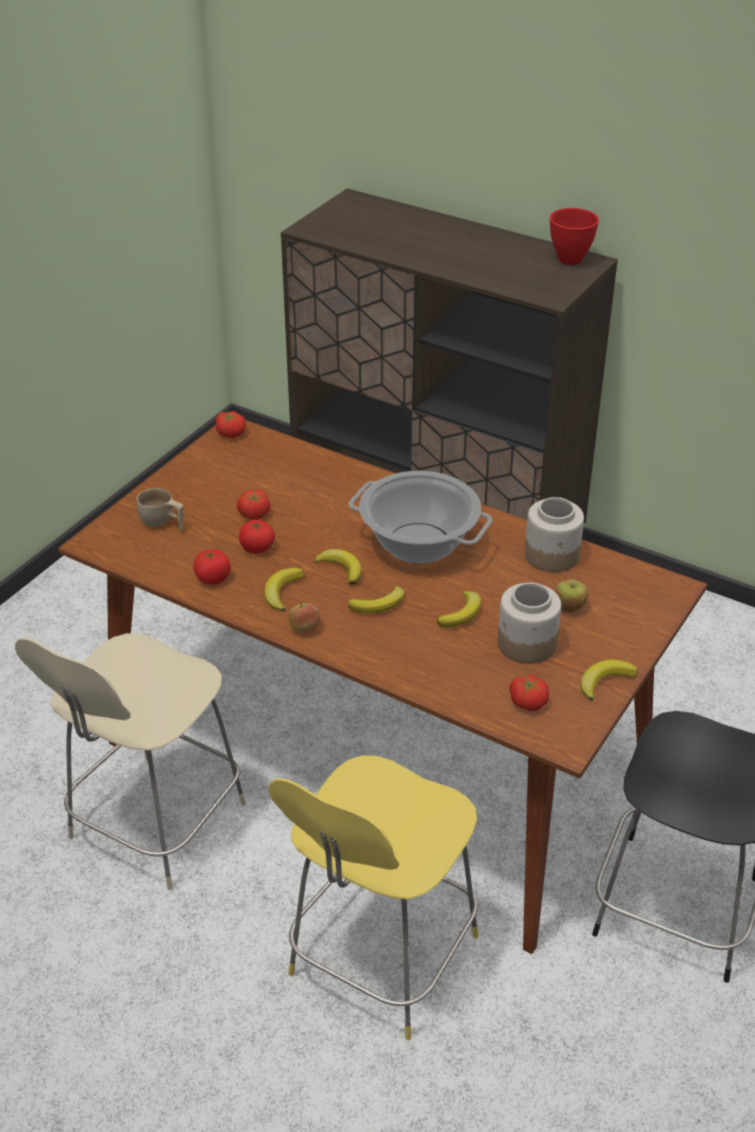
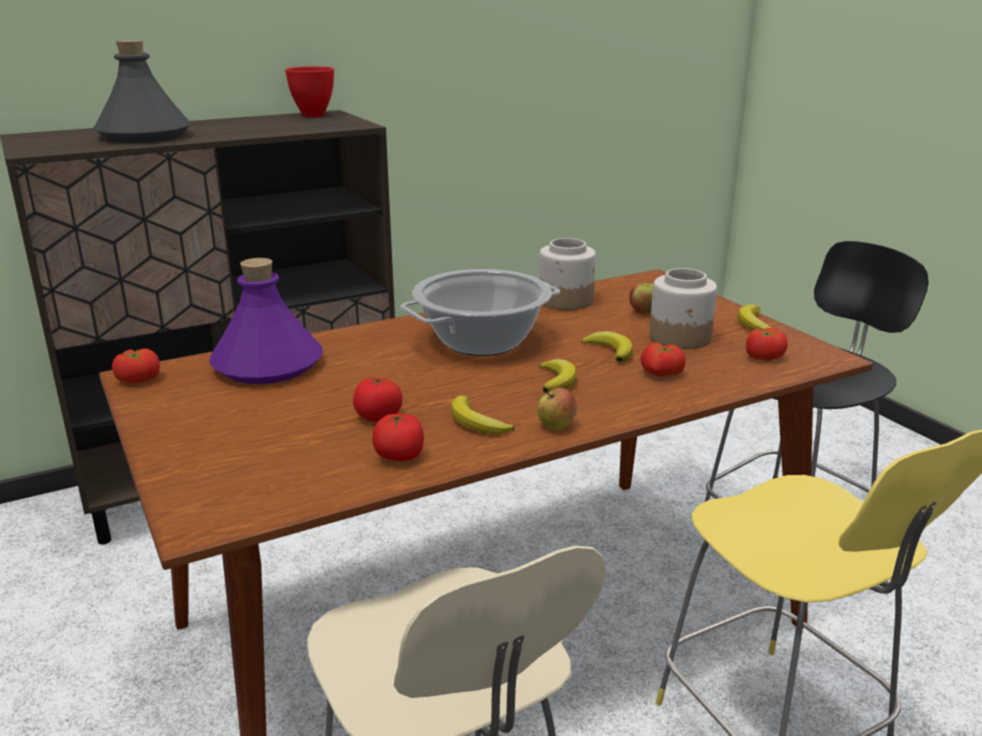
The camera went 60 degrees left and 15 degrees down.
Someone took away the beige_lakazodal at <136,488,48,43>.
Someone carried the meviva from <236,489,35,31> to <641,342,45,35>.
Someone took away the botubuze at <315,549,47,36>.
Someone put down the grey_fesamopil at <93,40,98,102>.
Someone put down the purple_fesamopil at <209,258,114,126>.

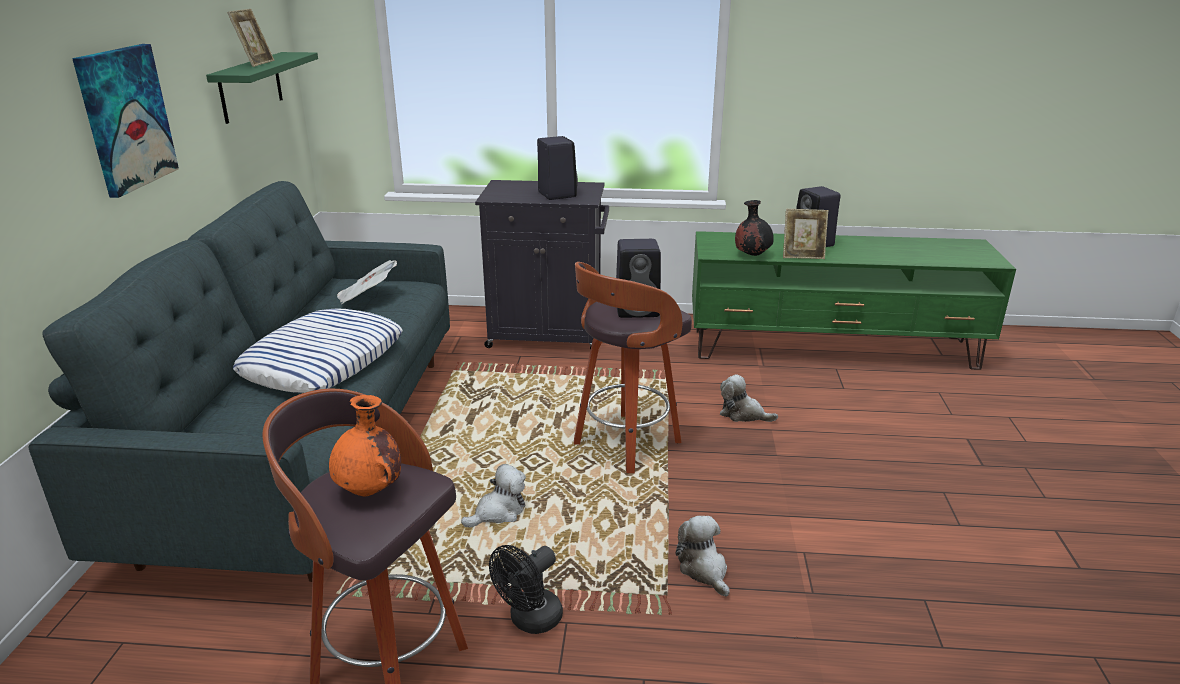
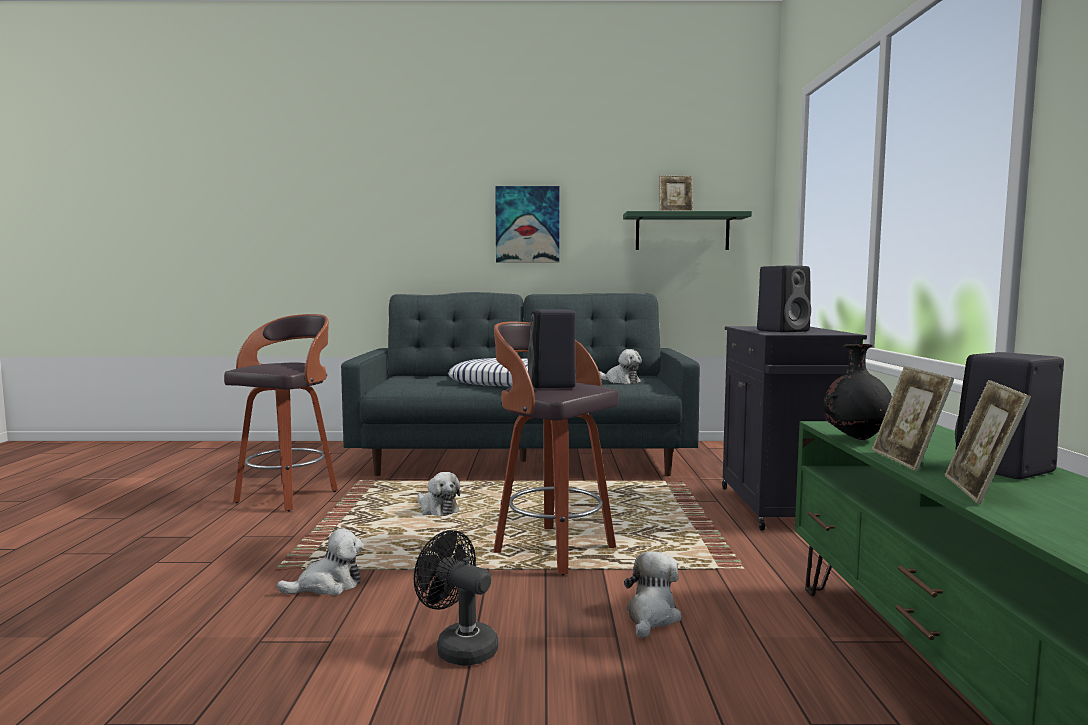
The camera went 85 degrees right and 20 degrees down.
Someone took away the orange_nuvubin at <329,395,72,102>.
Someone swapped the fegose at <337,260,60,44> for the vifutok at <599,349,43,35>.
Someone carried the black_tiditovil from <489,545,74,89> to <414,530,84,136>.
Someone put down the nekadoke at <945,380,86,124>.

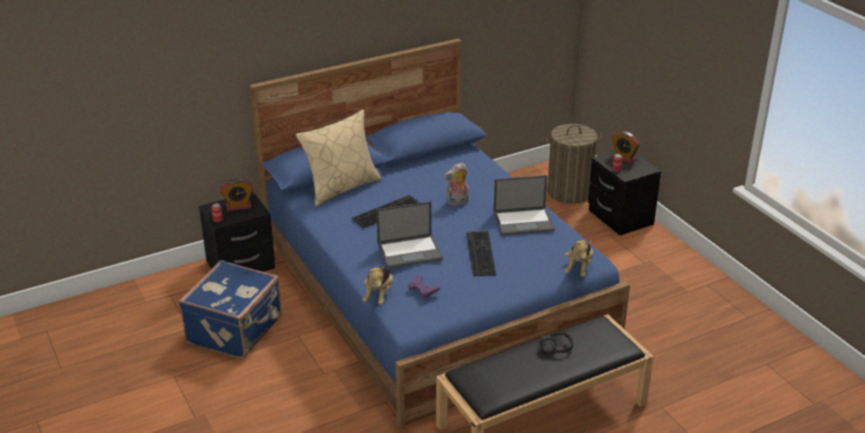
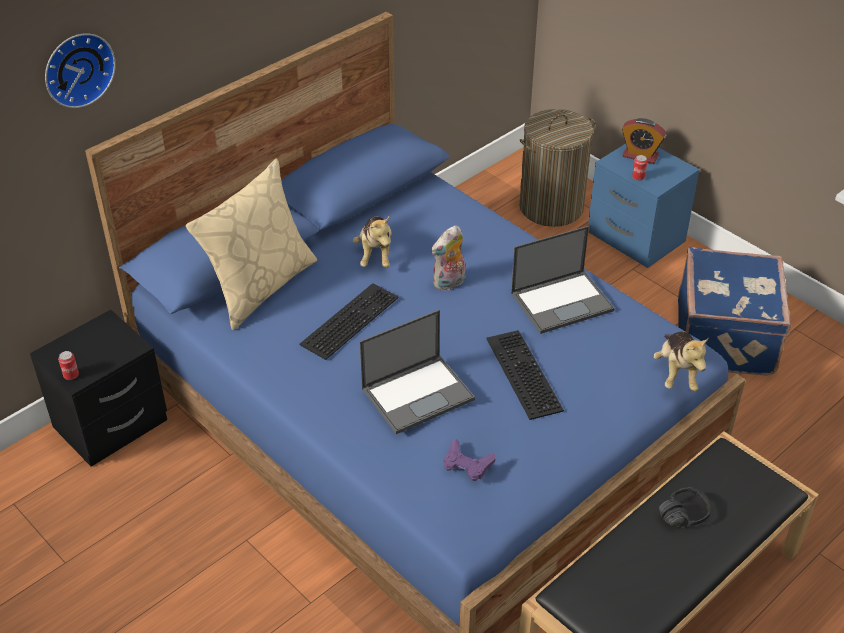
The camera went 15 degrees left and 10 degrees up.
Someone carried the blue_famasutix from <179,260,103,99> to <678,247,113,129>.
Someone took away the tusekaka at <220,179,33,32>.
Someone carried the vifutok from <362,266,31,39> to <353,215,38,53>.
Someone repainted the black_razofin at <588,151,73,84>, which became the blue_razofin at <588,144,112,124>.
Someone put up the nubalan at <45,33,71,75>.

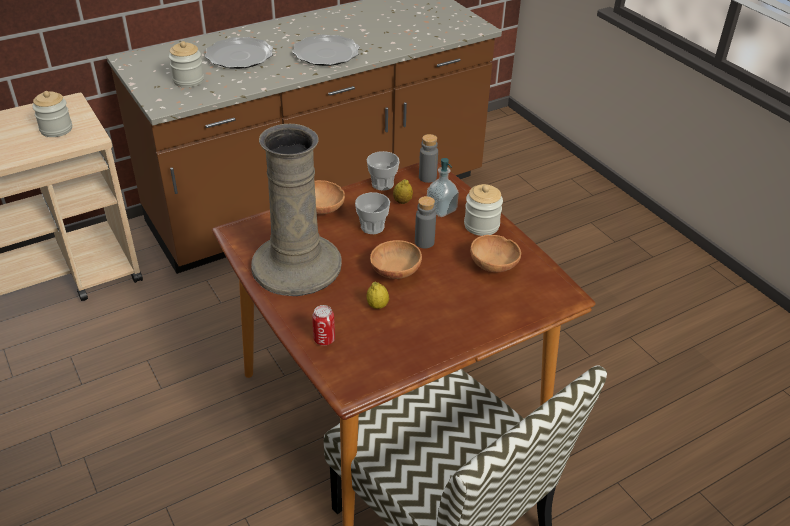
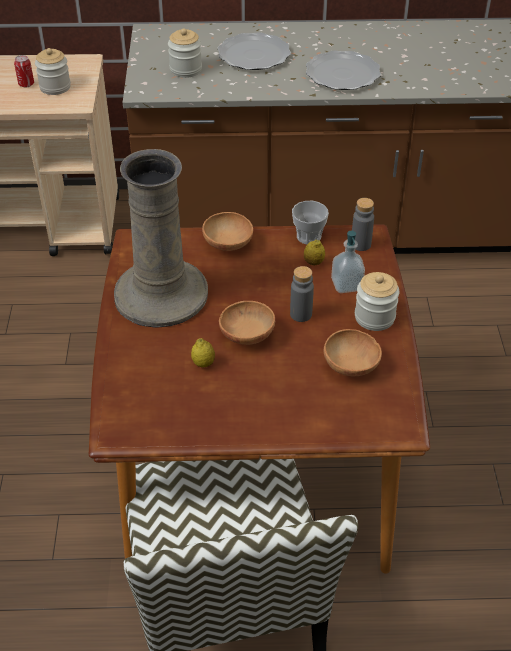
The camera went 30 degrees right and 5 degrees up.
Someone carried the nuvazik from <312,305,23,41> to <14,55,20,33>.
Someone took away the lakazodal at <355,192,35,42>.

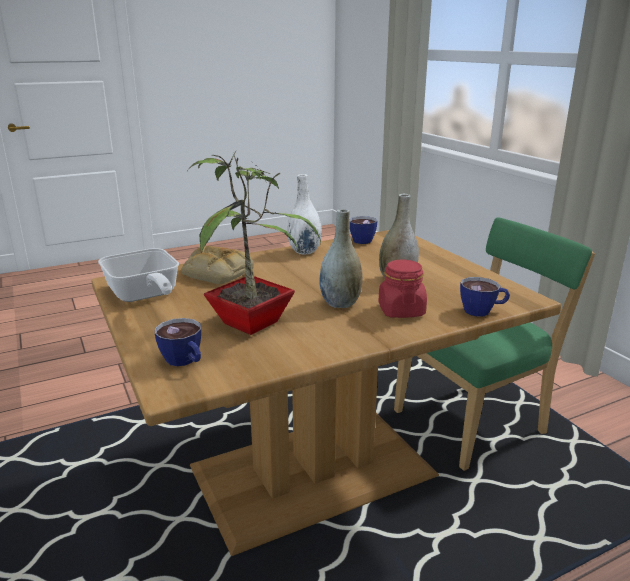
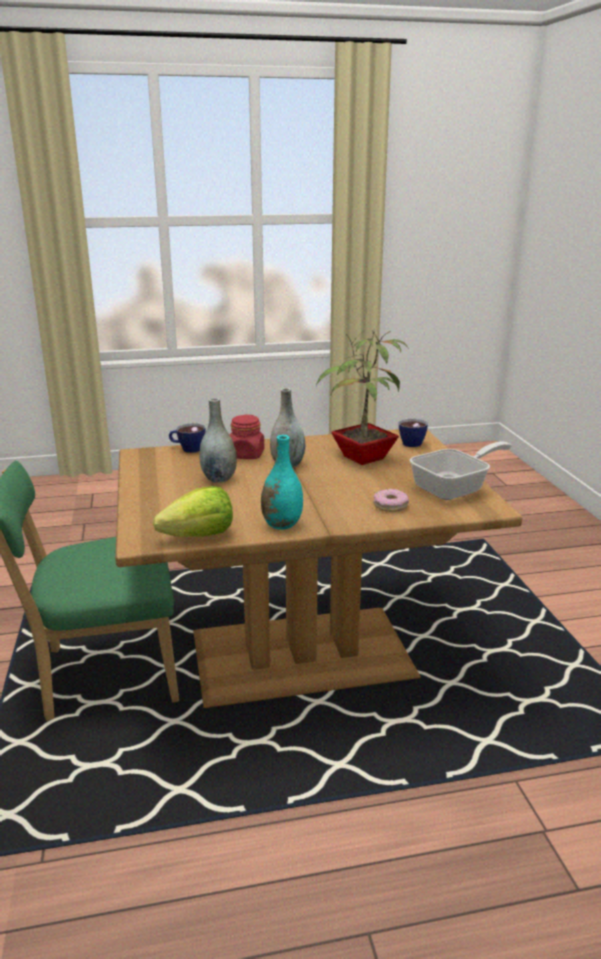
The camera went 165 degrees left and 0 degrees up.
Someone rotated the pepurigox at <98,248,81,54> by 75 degrees clockwise.
Someone swapped the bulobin at <181,246,73,38> for the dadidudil at <373,489,36,23>.
Someone repainted the white_nuvubin at <287,174,35,81>, which became the turquoise_nuvubin at <261,435,42,95>.
Someone swapped the lakazodal at <349,216,28,28> for the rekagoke at <153,486,80,51>.

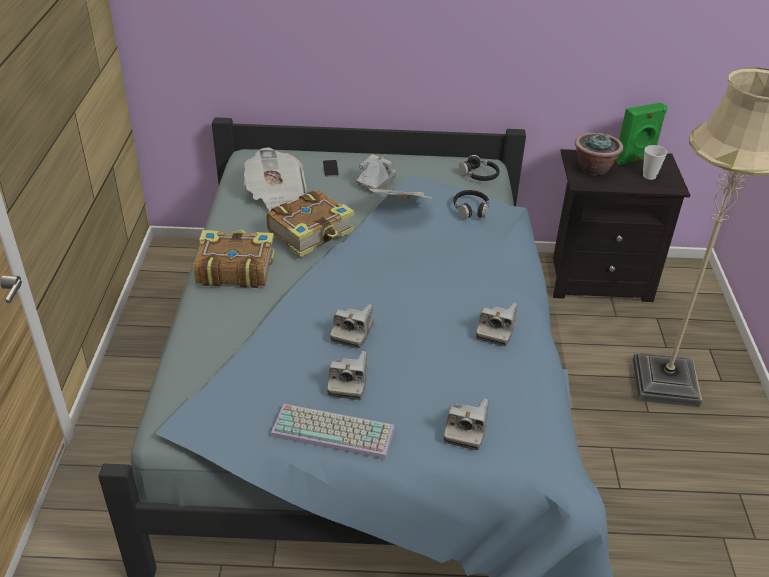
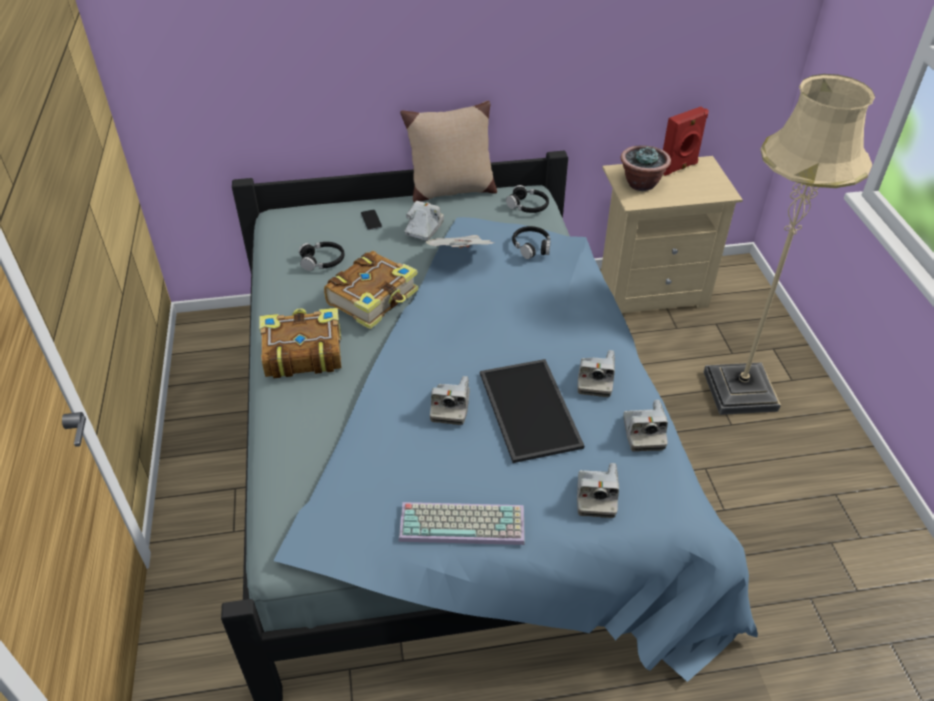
The camera went 10 degrees left and 5 degrees up.
Someone swapped the fegose at <244,148,63,64> for the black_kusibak at <299,242,46,29>.
Someone carried the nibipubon from <327,351,41,49> to <623,400,45,52>.
Someone repainted the black_razofin at <553,149,137,153>, which became the beige_razofin at <601,156,142,159>.
Someone repainted the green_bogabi at <615,103,53,62>, which became the red_bogabi at <663,107,46,69>.
Someone took away the lakazodal at <643,145,24,35>.
Someone put down the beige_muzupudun at <400,101,97,101>.
Someone put down the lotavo at <480,359,104,104>.

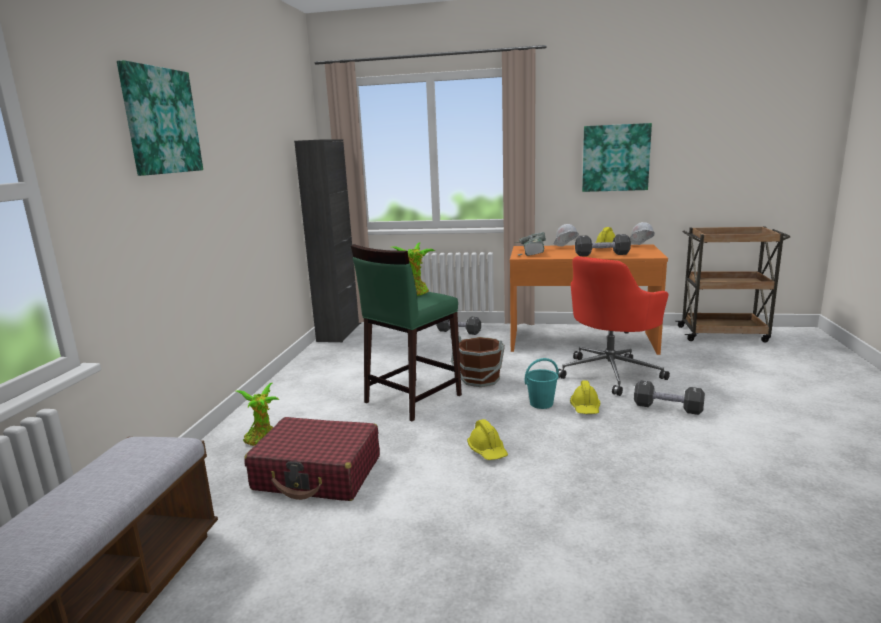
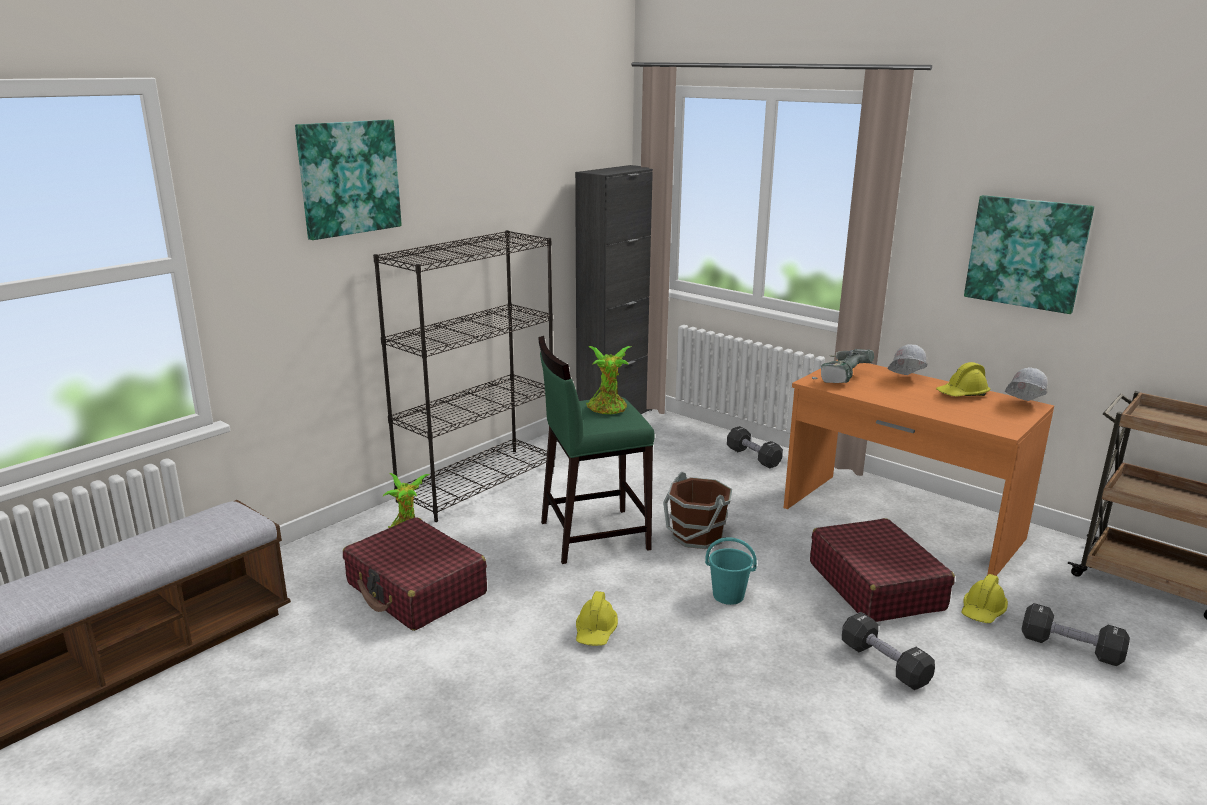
The camera went 30 degrees right and 5 degrees up.
Someone swapped the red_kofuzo at <558,256,112,140> for the red_famasutix at <810,518,145,104>.
Someone carried the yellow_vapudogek from <570,381,30,33> to <961,574,47,49>.
Someone carried the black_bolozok from <575,234,56,22> to <1022,603,108,63>.
Someone put down the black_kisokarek at <373,230,182,292>.

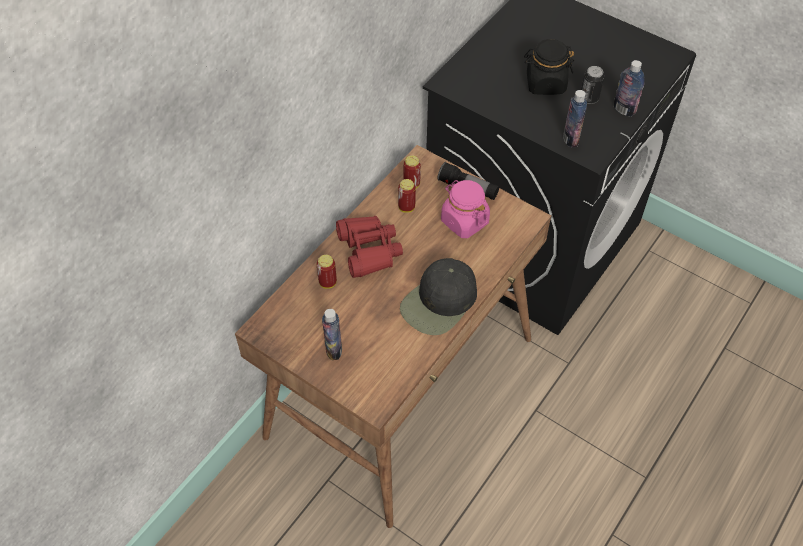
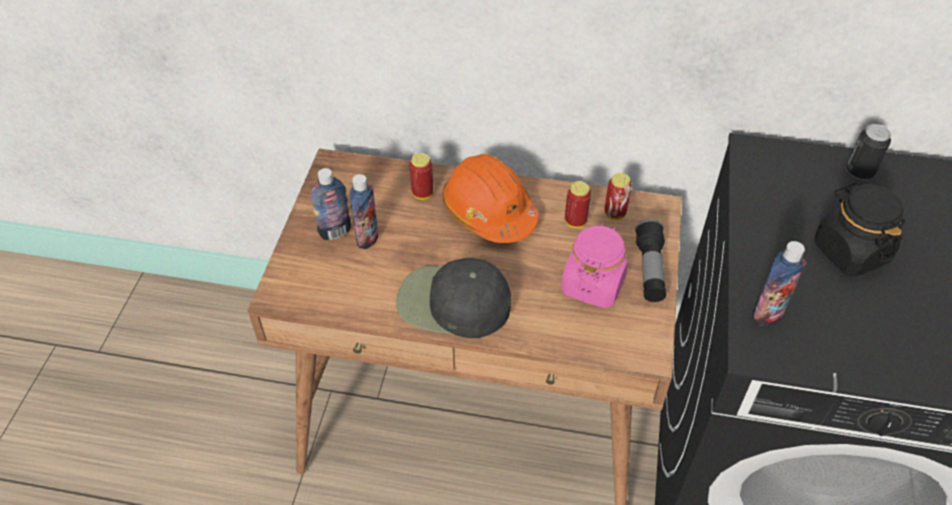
The camera went 65 degrees right and 5 degrees down.
Someone swapped the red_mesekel at <336,216,67,62> for the orange_vapudogek at <443,154,96,89>.
Someone carried the nuvazik from <581,66,23,38> to <846,124,45,56>.
Someone carried the fesamopil from <614,60,31,57> to <350,174,29,75>.

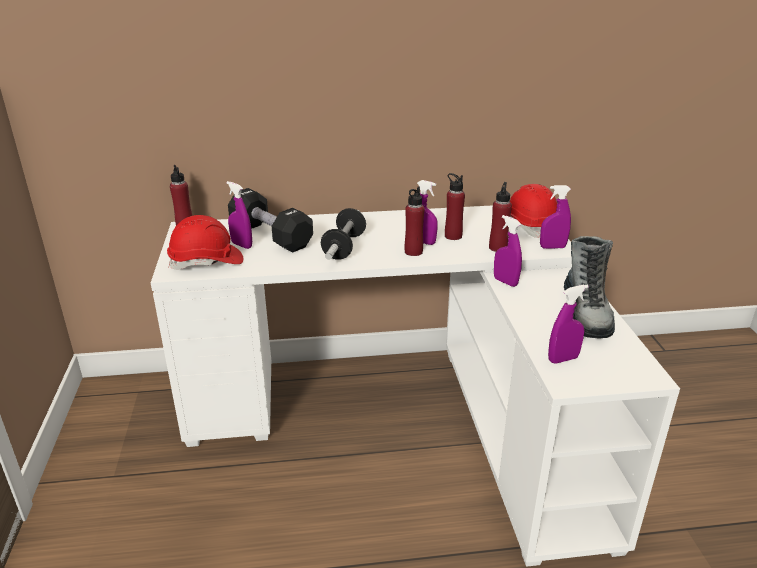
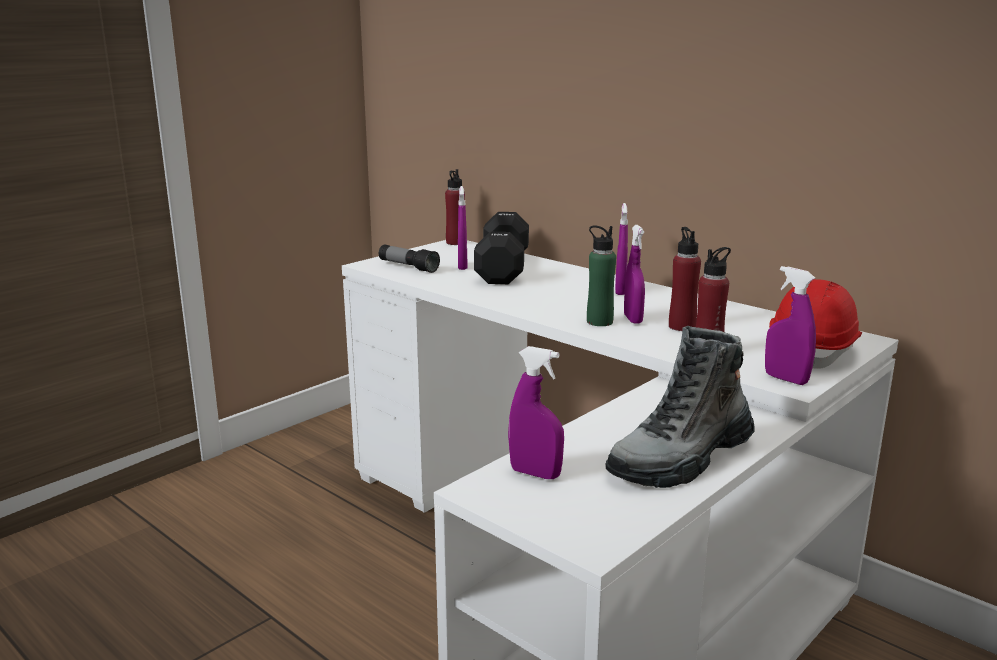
The camera went 50 degrees right and 10 degrees down.
Someone swapped the red_vapudogek at <167,215,76,55> for the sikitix at <379,244,61,29>.
Someone took away the bolozok at <321,208,45,52>.
Someone repainted the red_fesamopil at <404,186,20,70>, which became the green_fesamopil at <587,225,29,101>.
Someone carried the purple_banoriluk from <494,215,28,72> to <615,203,13,92>.

